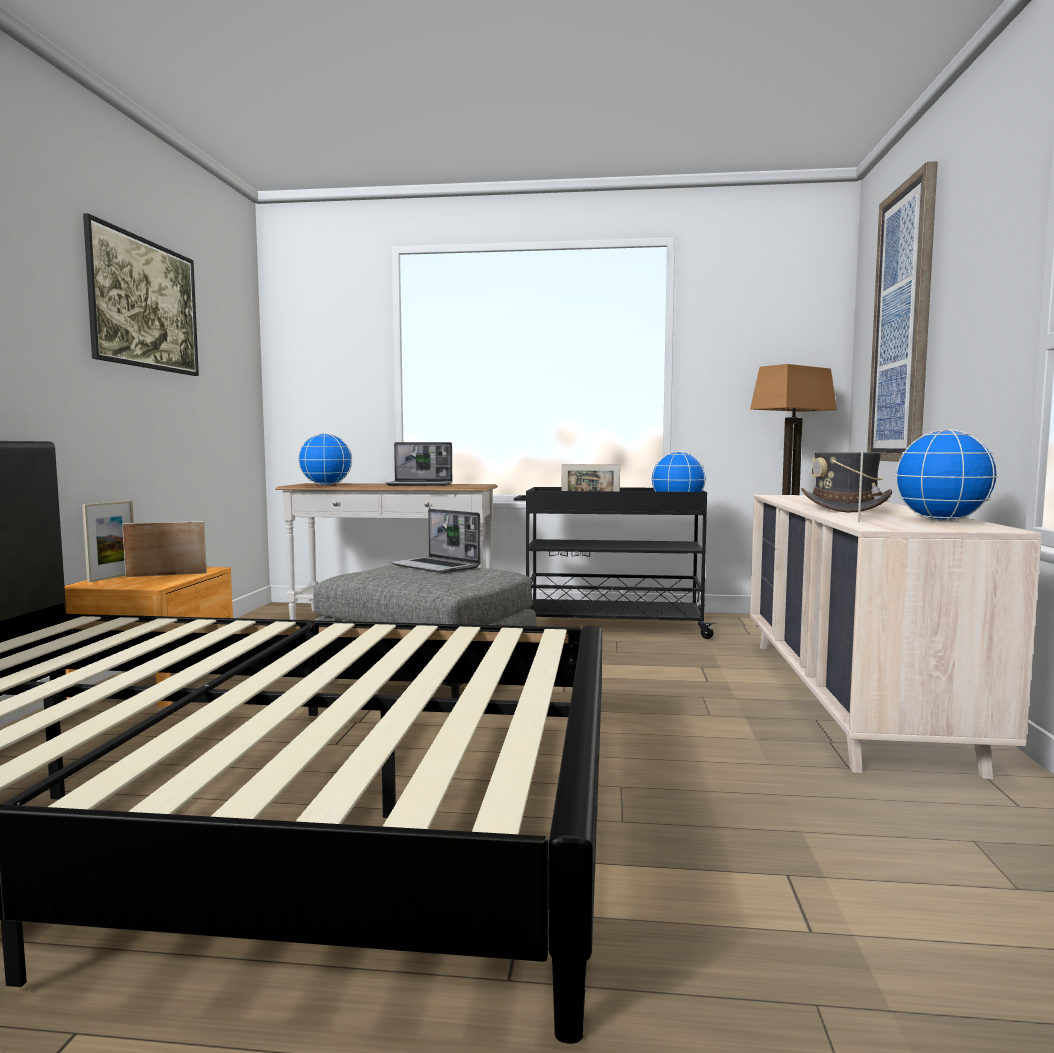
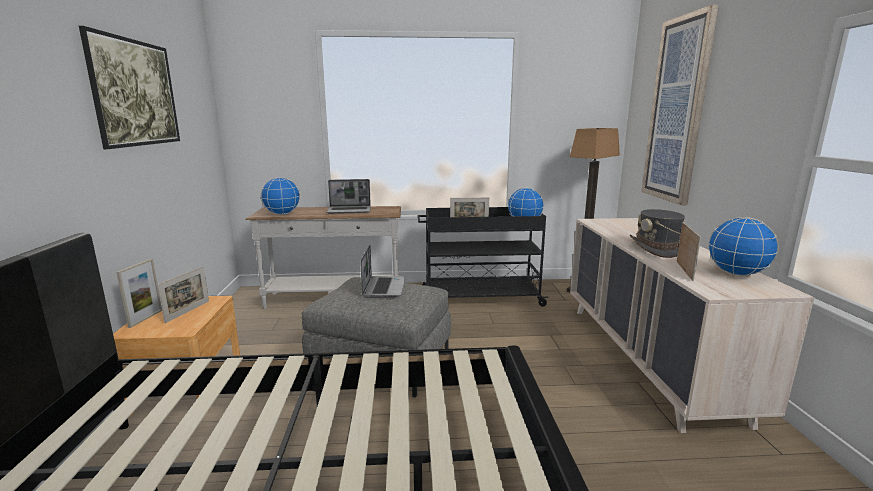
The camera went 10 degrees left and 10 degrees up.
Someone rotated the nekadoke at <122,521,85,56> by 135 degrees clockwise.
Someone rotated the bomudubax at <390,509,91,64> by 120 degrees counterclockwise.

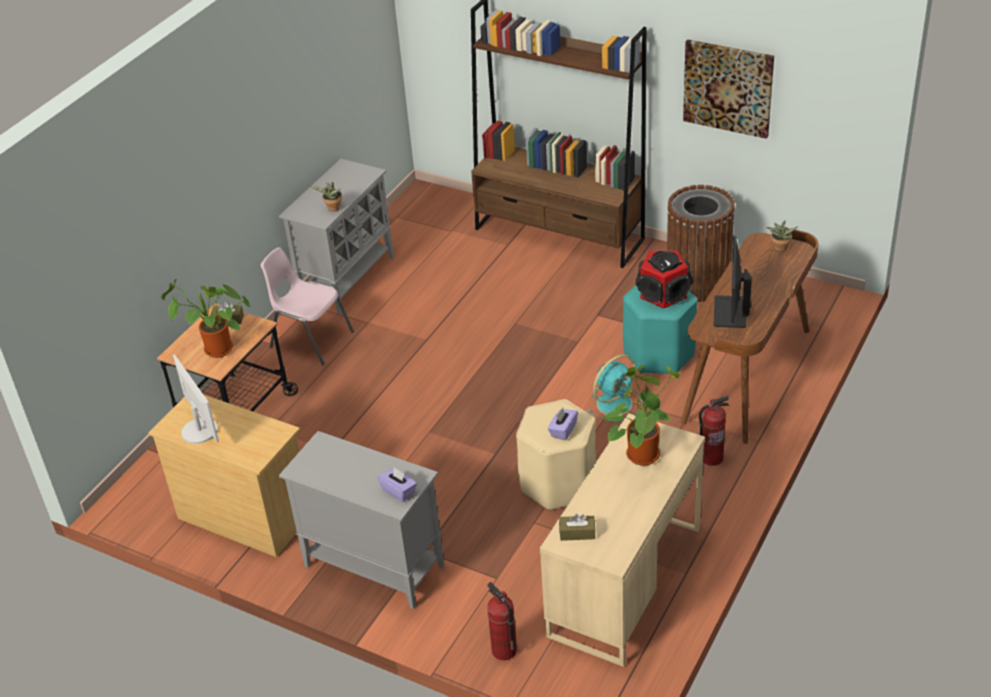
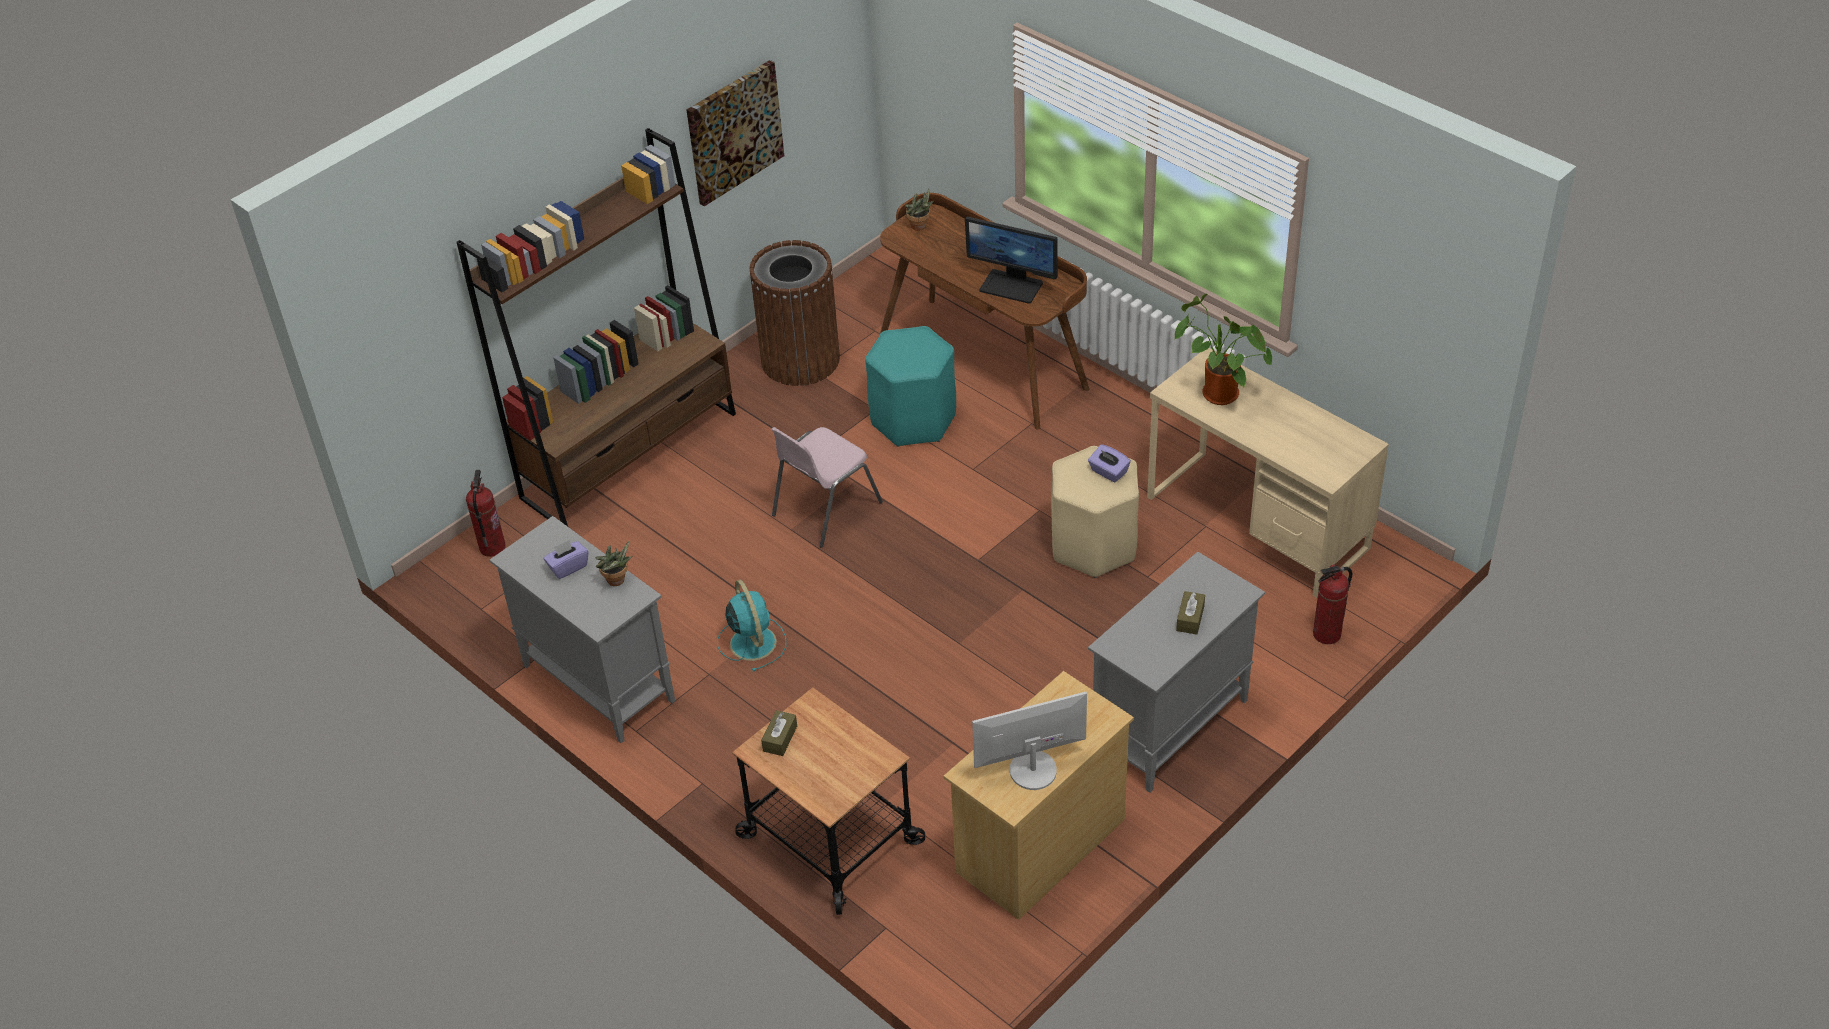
The camera went 75 degrees left and 5 degrees up.
Someone took away the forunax at <161,278,90,80>.
Someone carried the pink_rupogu from <261,247,93,119> to <771,427,112,121>.
Someone carried the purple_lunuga from <378,467,39,35> to <543,540,45,39>.
Someone carried the brown_lunuga from <559,514,36,27> to <1176,591,29,44>.
Someone carried the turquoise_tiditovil from <587,354,55,68> to <717,580,69,92>.
Someone took away the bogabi at <636,251,57,58>.
Someone carried the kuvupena from <699,396,31,70> to <466,470,40,87>.

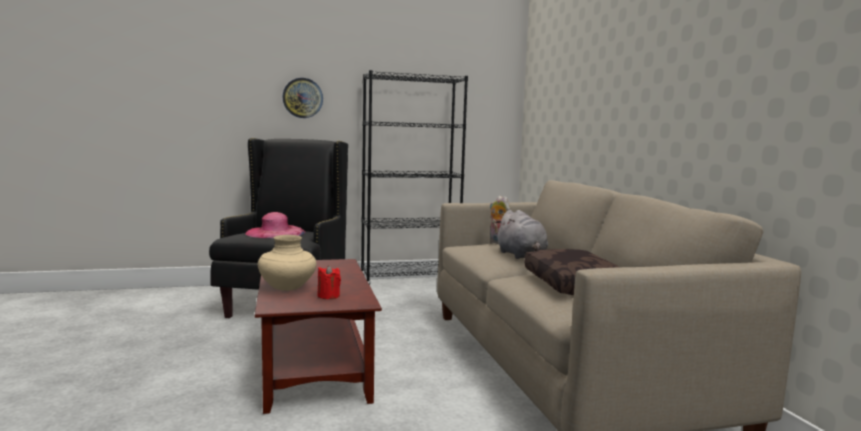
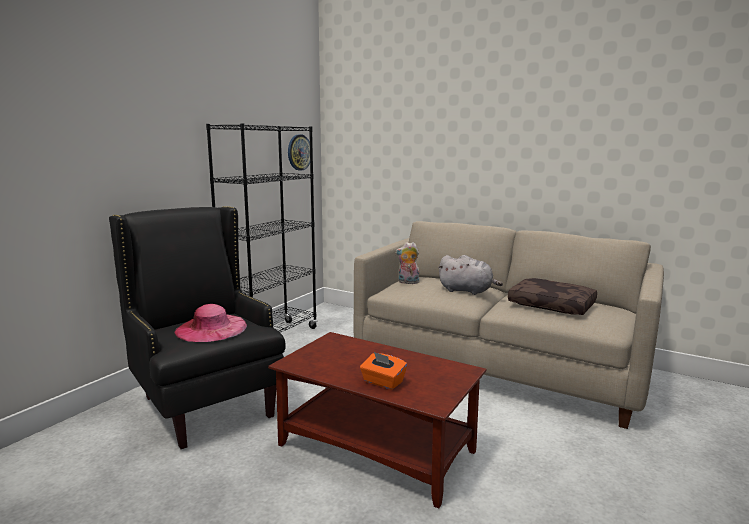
The camera went 45 degrees left and 5 degrees up.
Someone swapped the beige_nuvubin at <258,235,58,56> for the orange_lunuga at <360,352,47,38>.
Someone carried the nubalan from <282,78,41,40> to <288,135,22,36>.
Someone took away the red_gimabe at <317,265,24,34>.

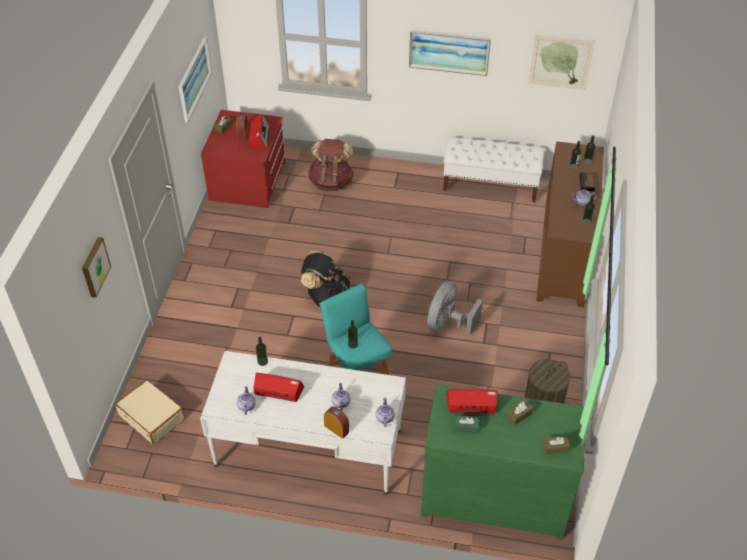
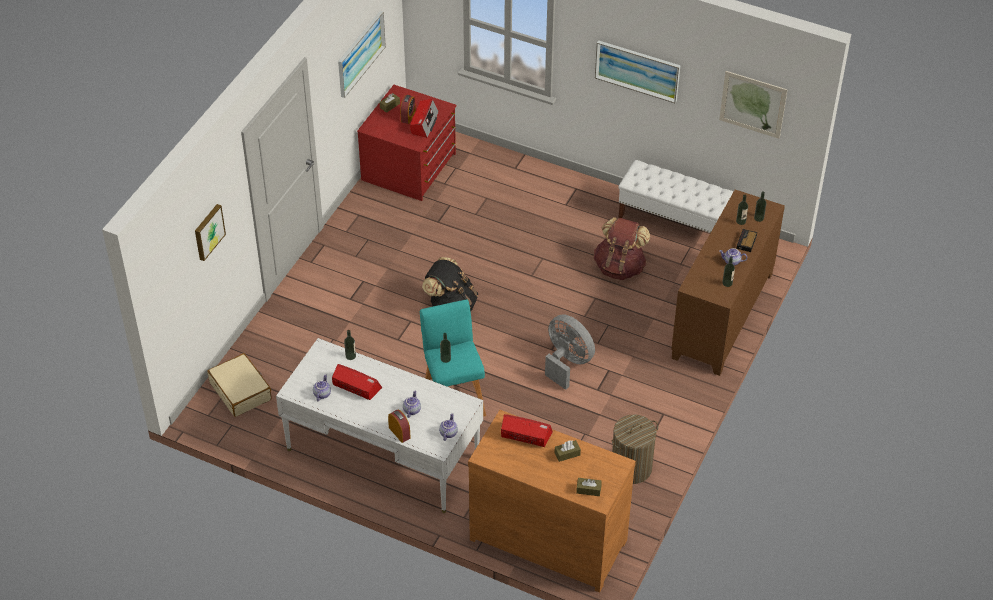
The camera went 15 degrees right and 0 degrees up.
Someone carried the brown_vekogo from <308,139,46,52> to <594,217,56,63>.
Someone repainted the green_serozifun at <421,385,164,155>, which became the brown_serozifun at <468,410,168,183>.
Someone rotated the grey_tiditovil at <427,281,56,54> by 90 degrees clockwise.
Someone took away the green_lunuga at <454,416,25,17>.

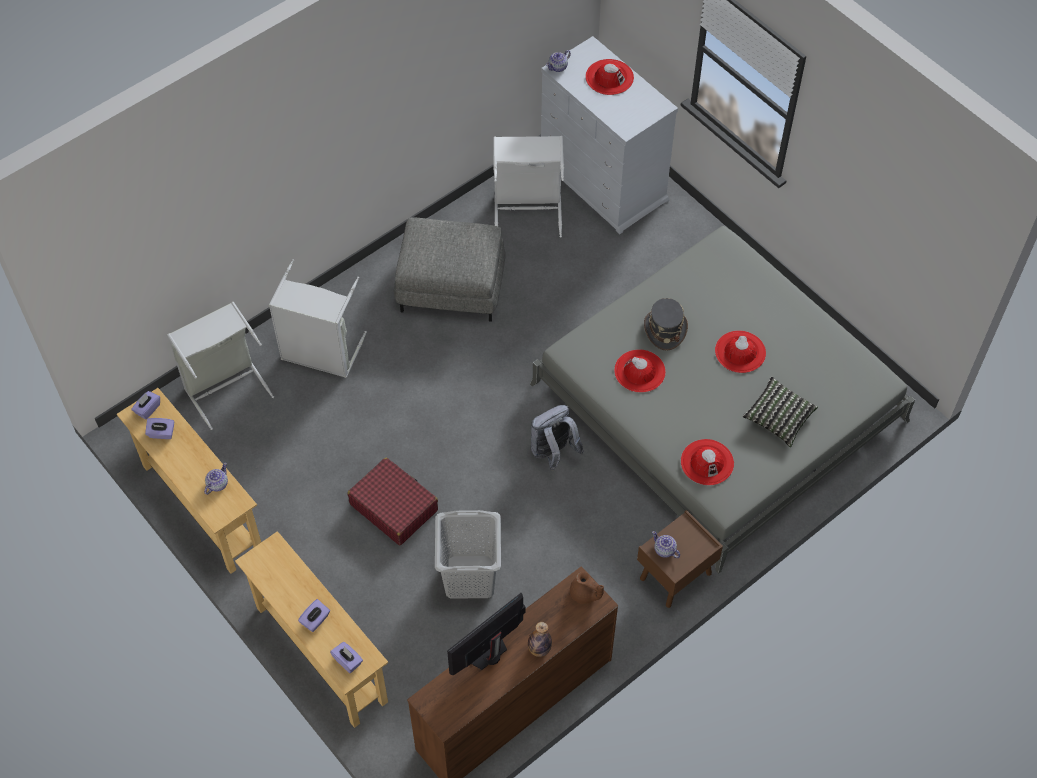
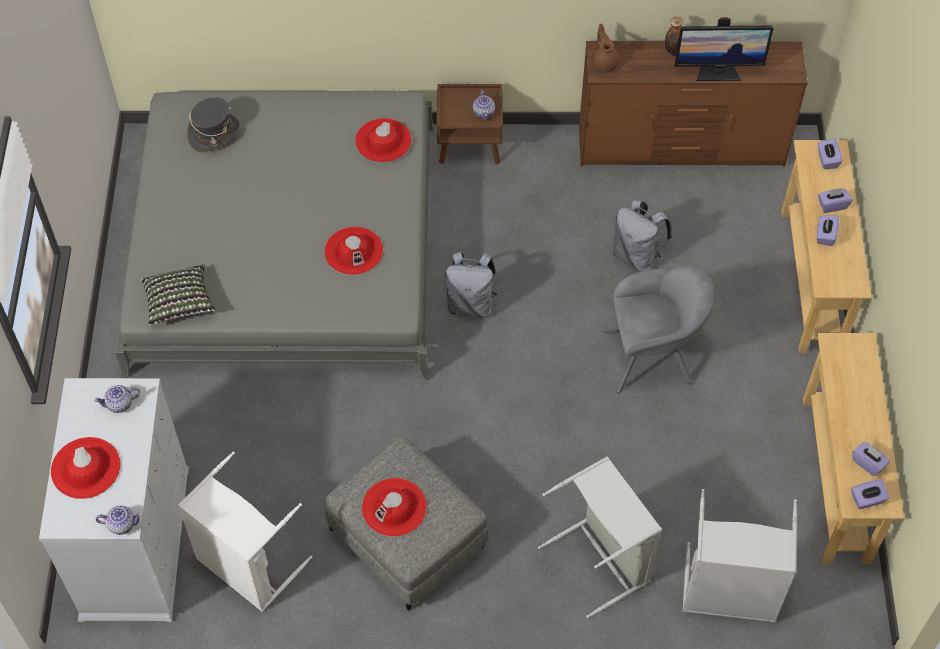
The camera went 140 degrees left and 0 degrees up.
Someone carried the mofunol from <204,463,24,32> to <94,385,46,28>.
Someone swapped the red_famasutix at <347,458,91,87> for the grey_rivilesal at <604,264,111,129>.
Someone swapped the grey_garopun at <435,510,66,89> for the grey_vekogo at <613,200,59,72>.
Someone carried the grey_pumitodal from <644,298,44,53> to <187,97,53,55>.
Someone carried the red_pumitodal from <715,330,51,43> to <362,478,65,59>.
Someone carried the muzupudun from <743,376,75,71> to <141,264,75,62>.
Someone put down the purple_lunuga at <817,215,22,31>.

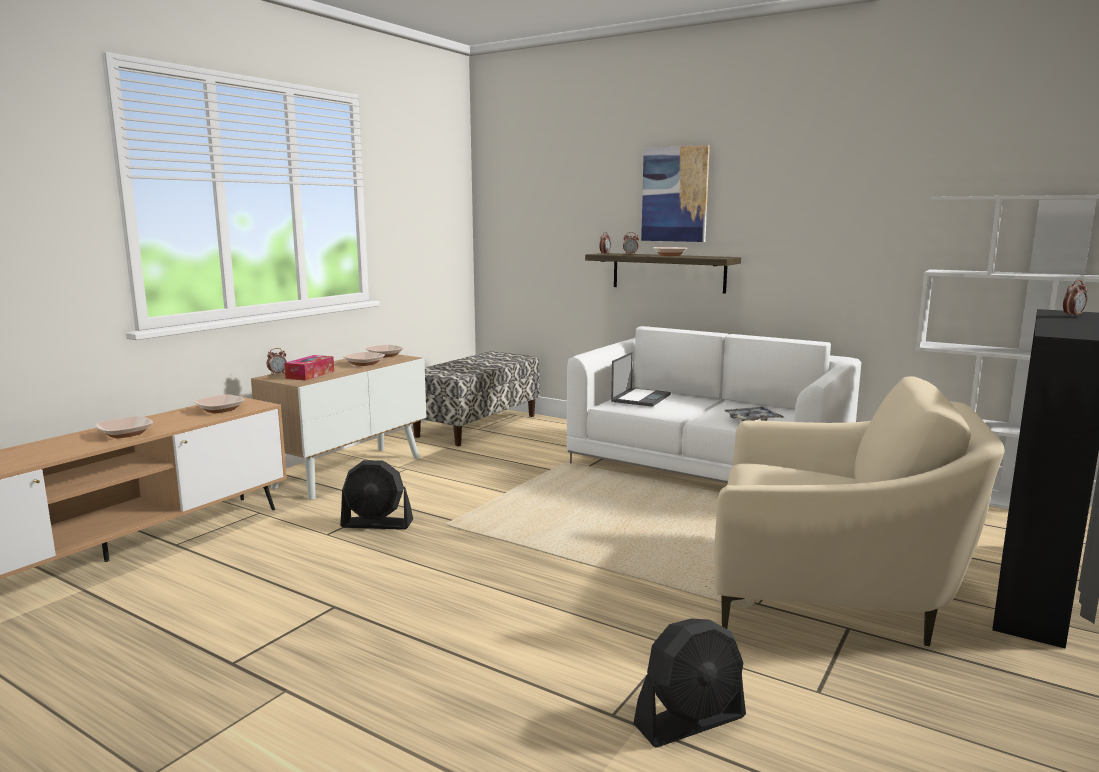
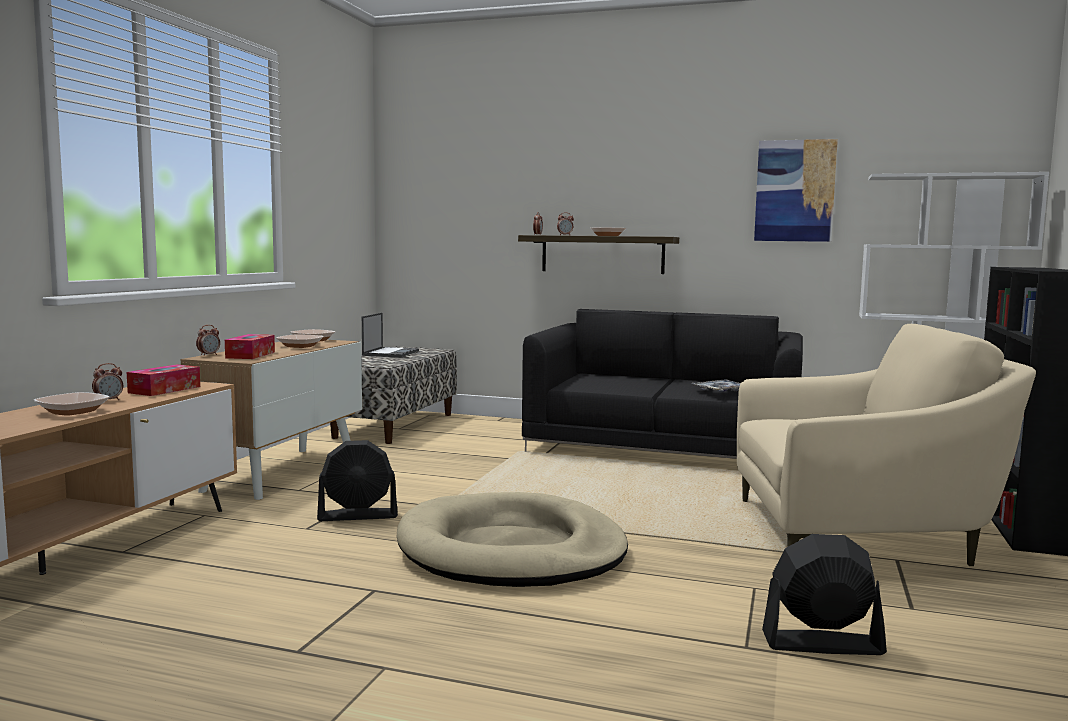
The camera went 15 degrees left and 5 degrees down.
Someone swapped the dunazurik at <194,394,51,19> for the lunuga at <127,364,73,32>.
Someone repainted the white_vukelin at <567,326,294,157>, which became the black_vukelin at <522,309,281,150>.
Someone carried the bomudubax from <611,352,60,55> to <362,313,57,44>.
Someone rotated the black_tiditovil at <633,618,113,129> by 135 degrees counterclockwise.
Someone carried the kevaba from <641,145,69,97> to <754,139,84,103>.
Someone carried the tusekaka from <1063,280,25,37> to <92,363,31,37>.
Someone put down the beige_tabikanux at <397,492,231,95>.

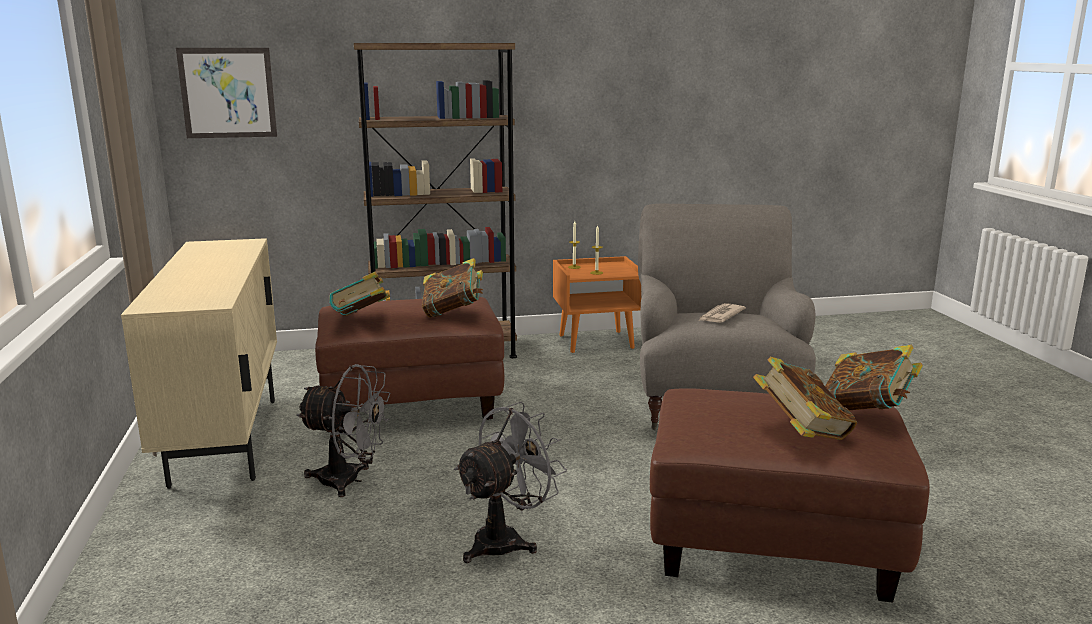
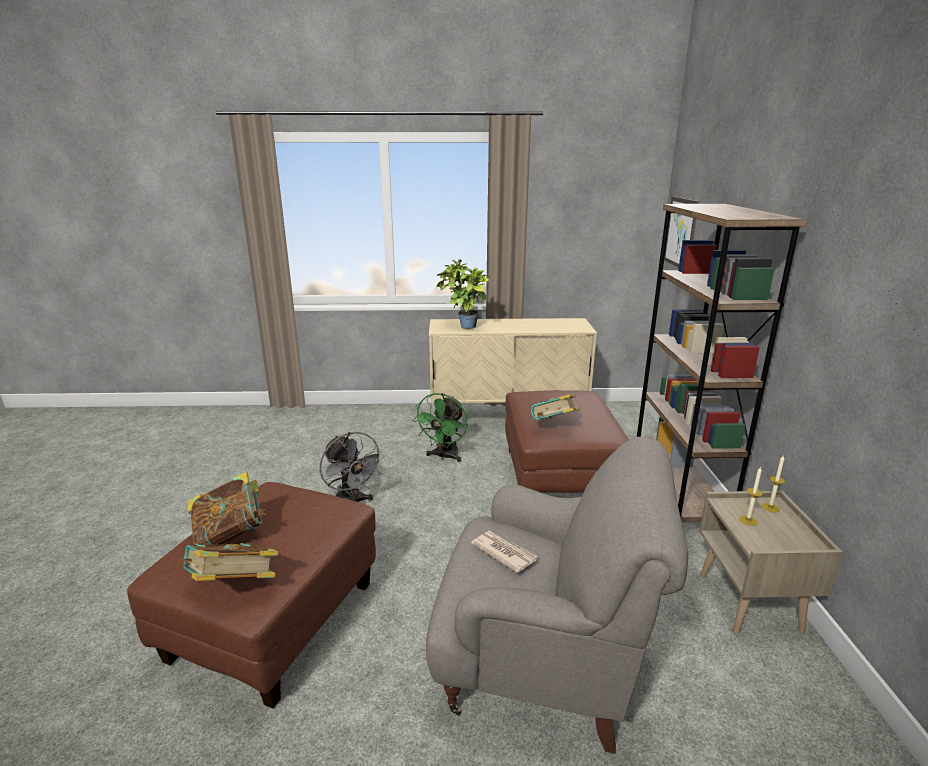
The camera went 100 degrees right and 5 degrees up.
Someone repainted the grey_tiditovil at <297,364,94,133>, which became the green_tiditovil at <412,393,56,69>.
Someone took away the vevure at <329,272,61,44>.
Someone repainted the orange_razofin at <553,256,88,97>, which became the beige_razofin at <699,491,144,143>.
Someone put down the forunax at <436,259,53,70>.

